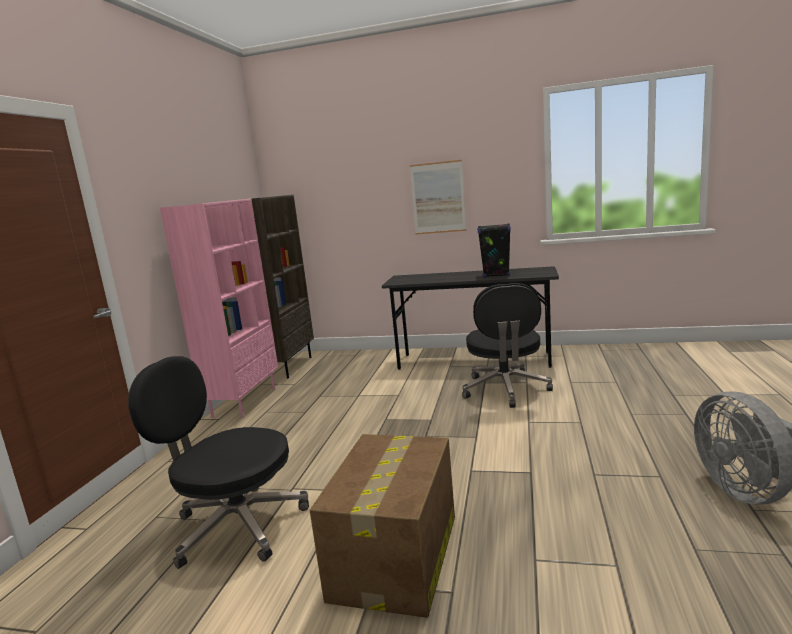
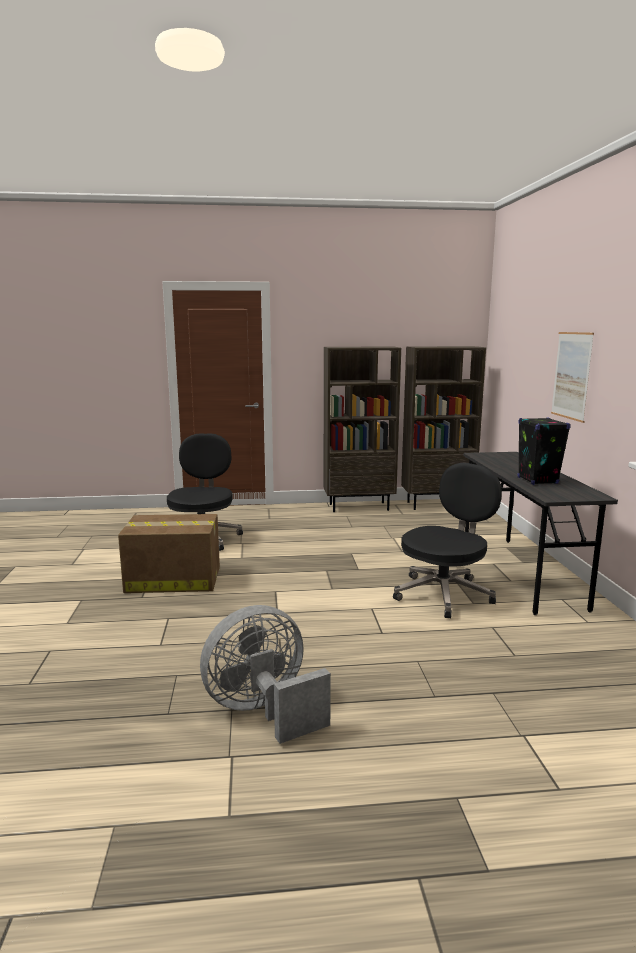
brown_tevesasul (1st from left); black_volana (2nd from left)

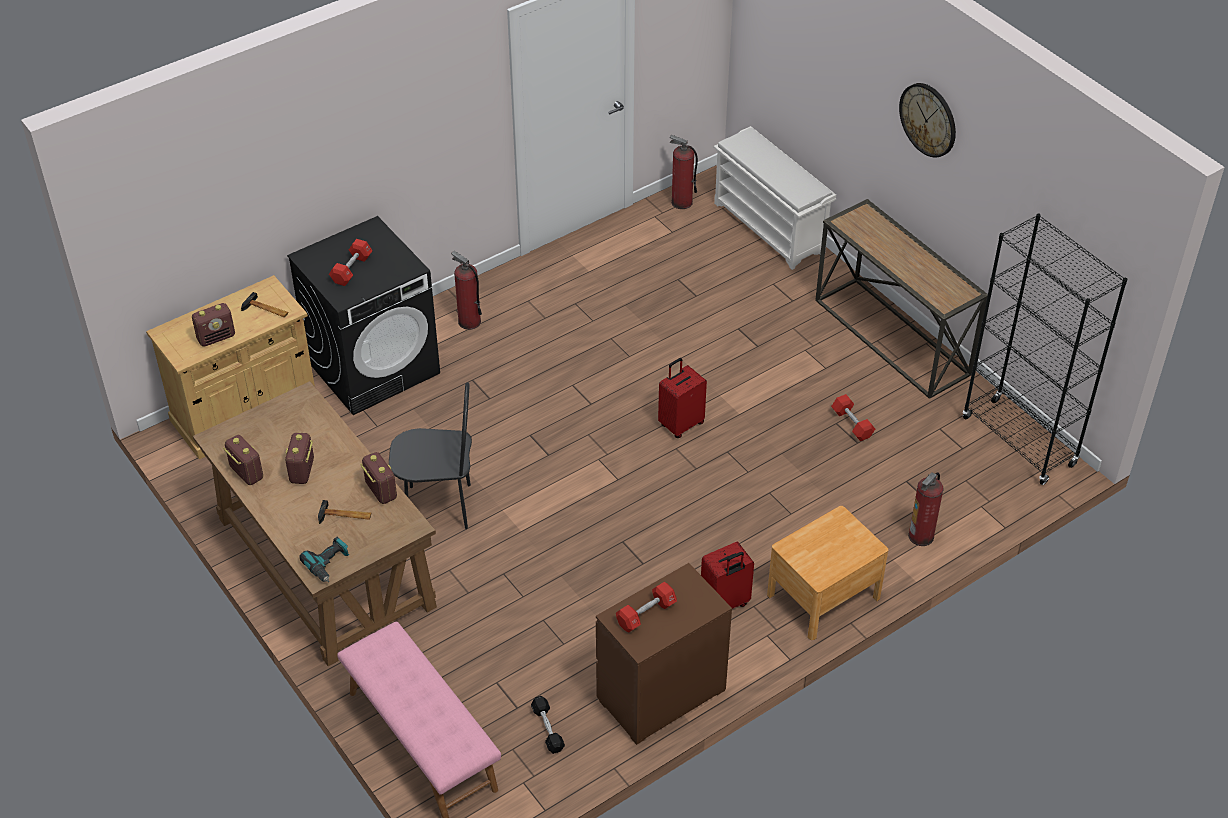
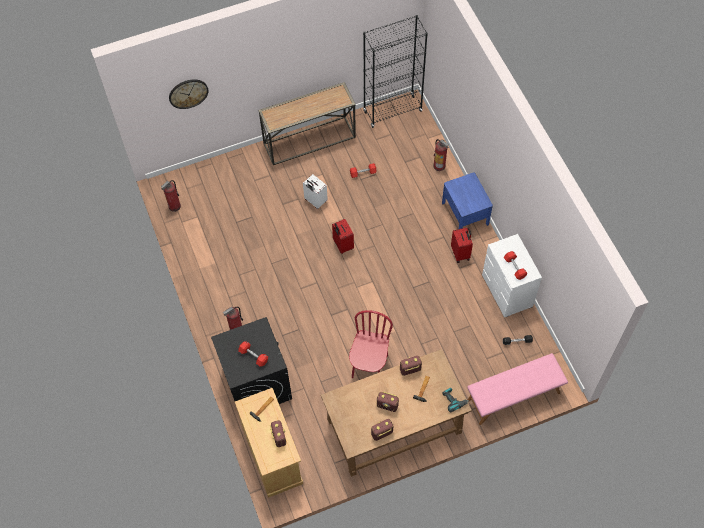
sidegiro; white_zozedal; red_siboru; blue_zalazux; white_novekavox; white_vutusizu

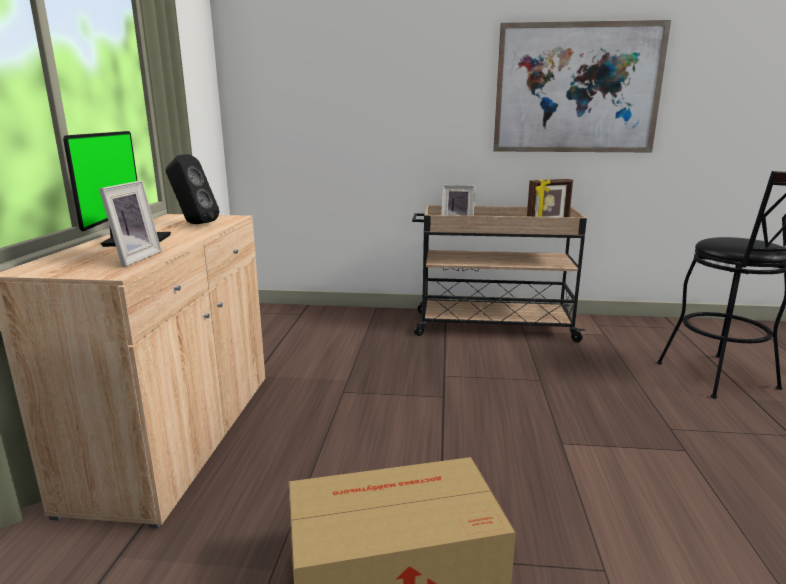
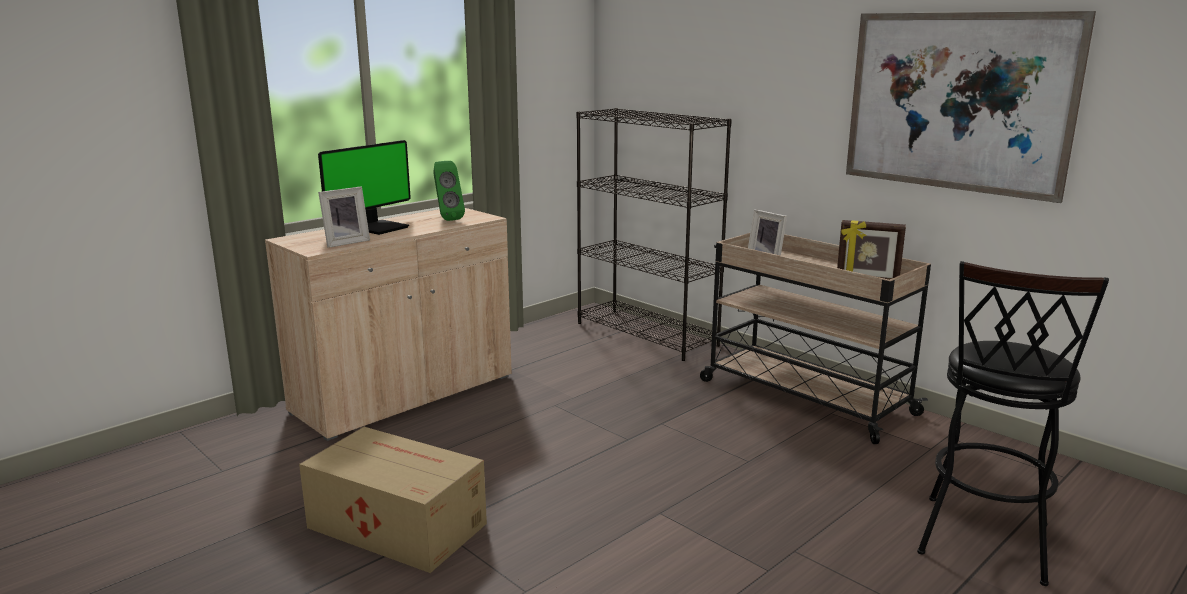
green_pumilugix; black_tevesasul

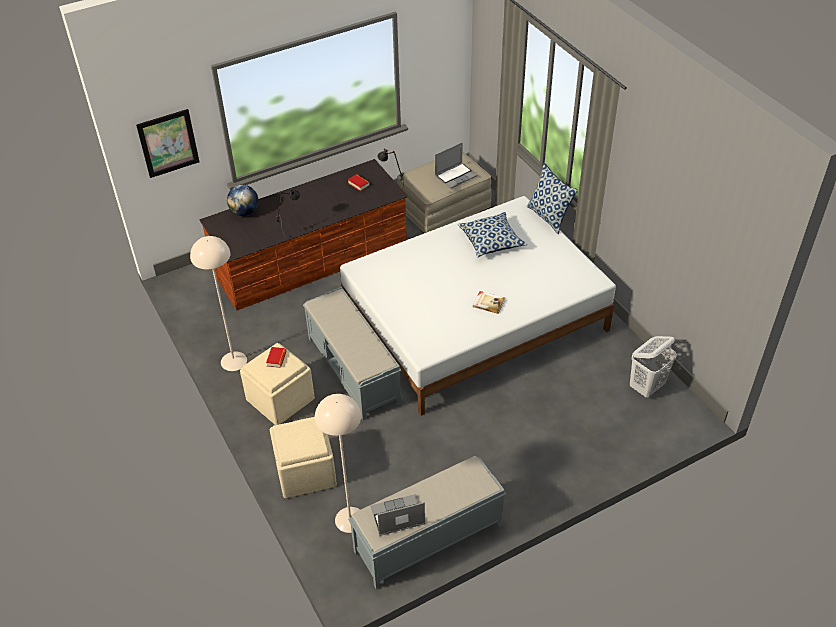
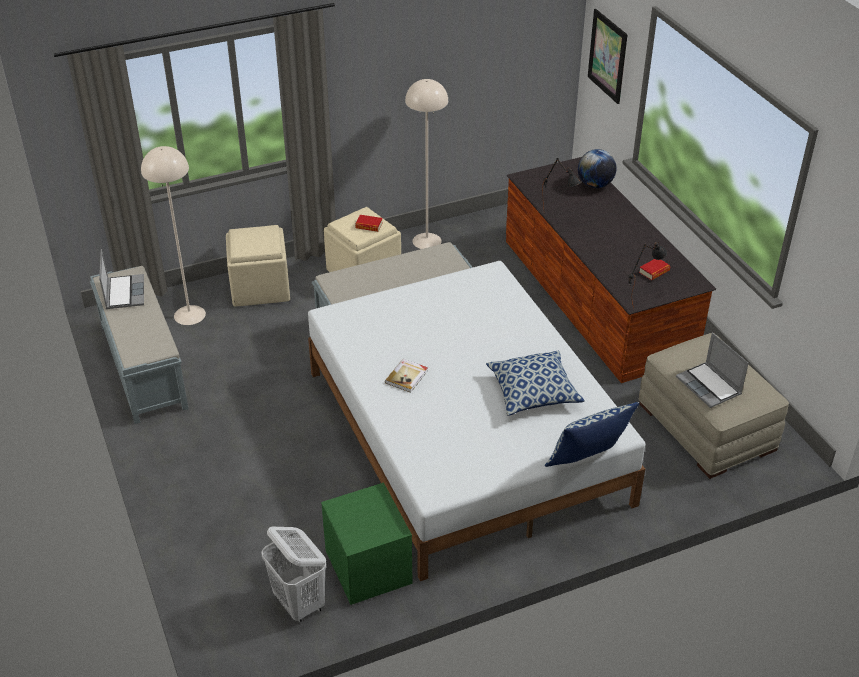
green_zalazux

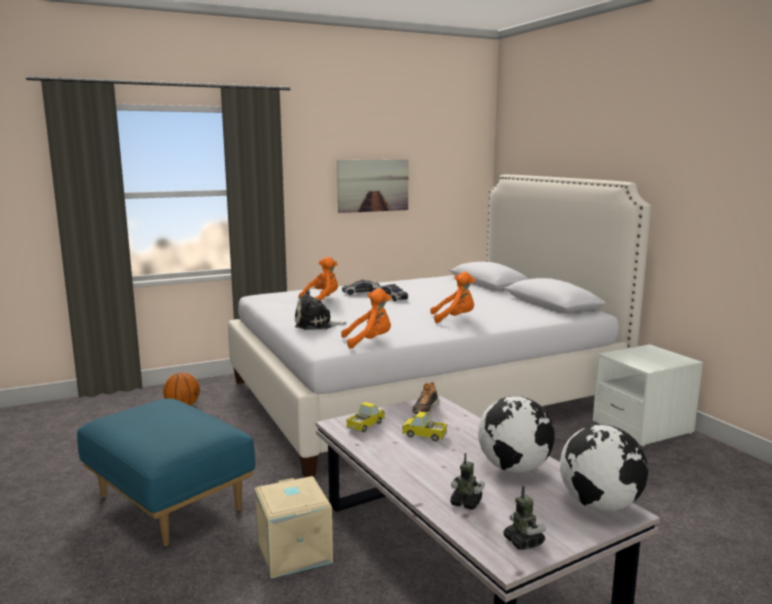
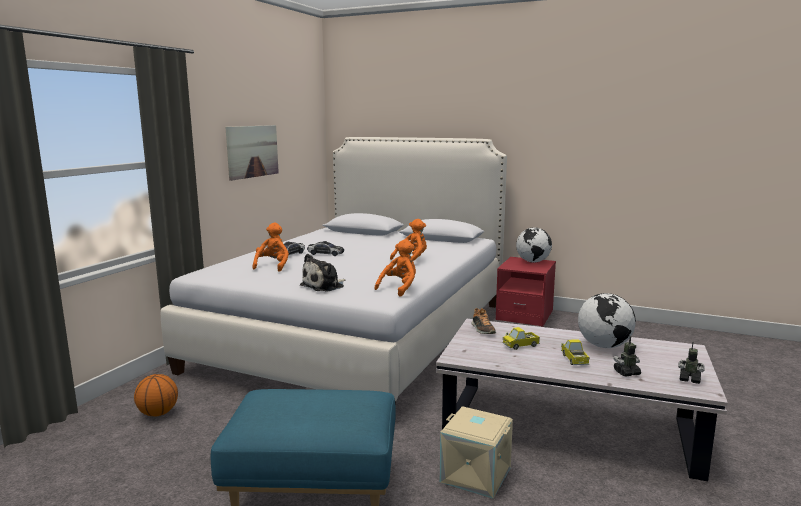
red_zalazux; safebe (1st from left); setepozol (2nd from left)

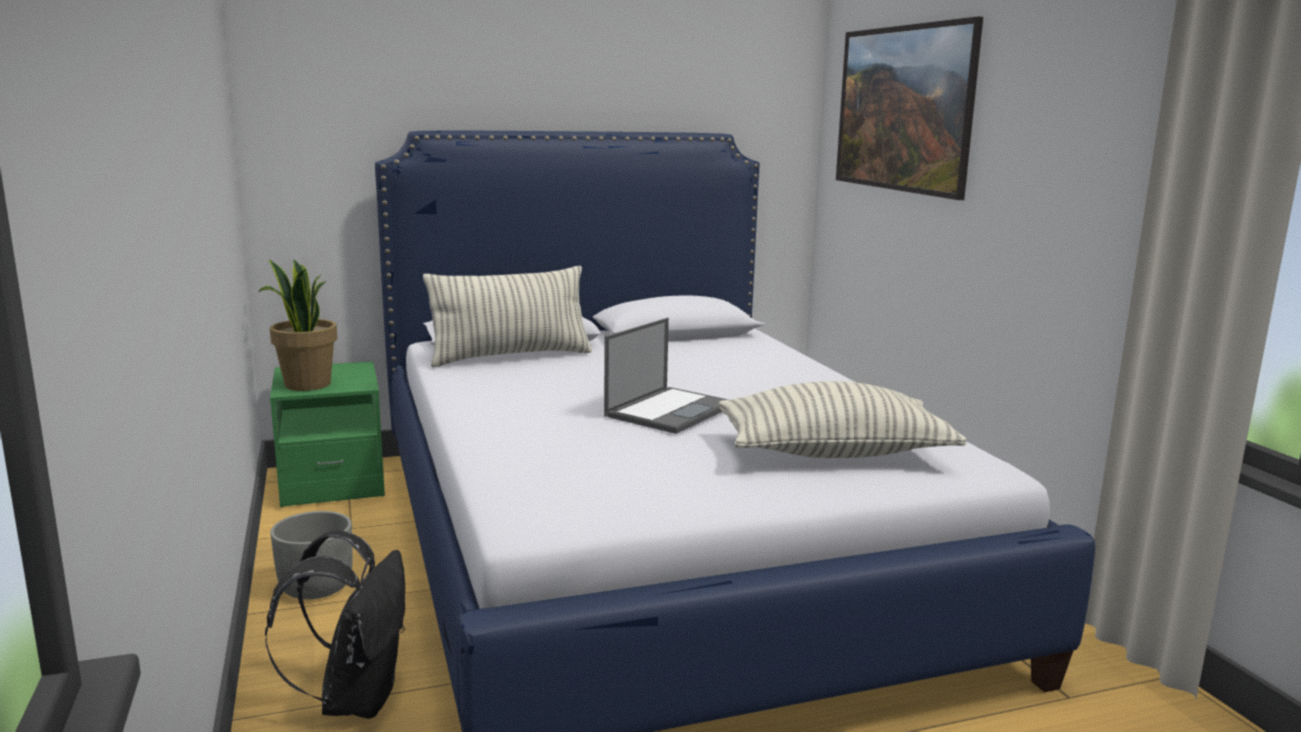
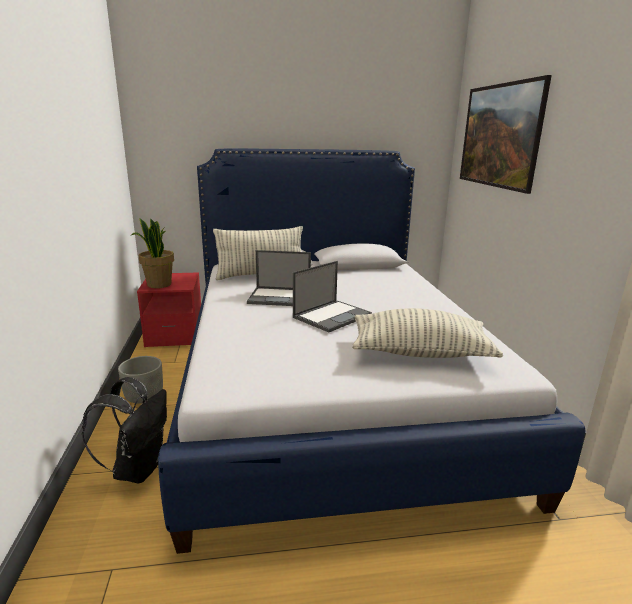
red_zalazux; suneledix (1st from left)

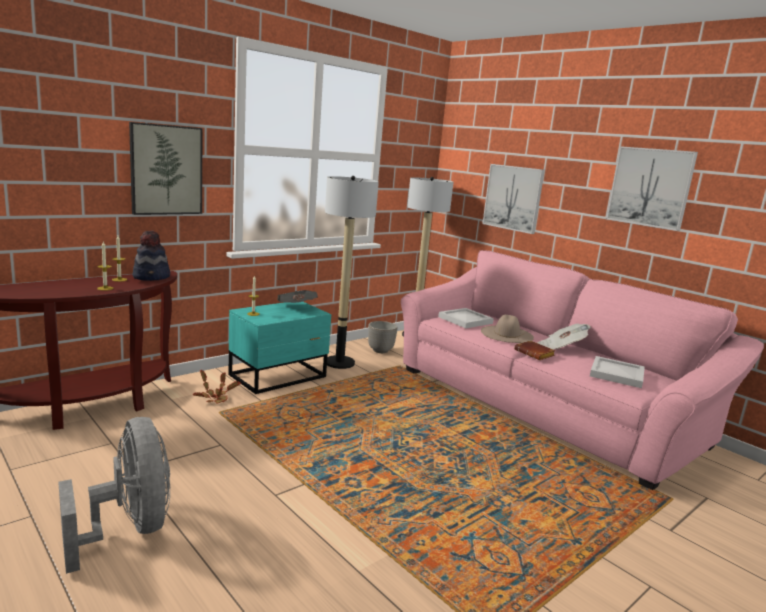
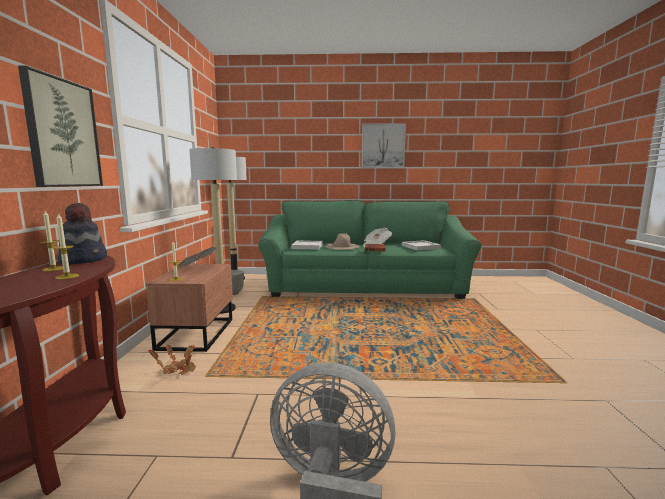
brown_zalazux; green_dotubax; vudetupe (2nd from left in the first image)

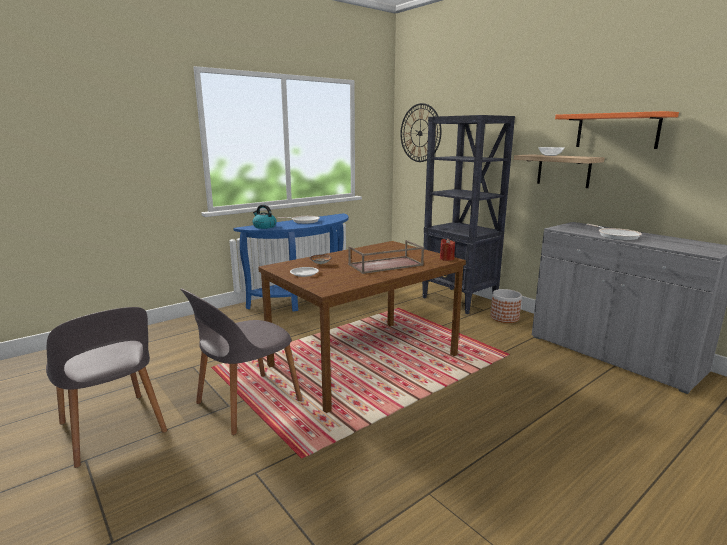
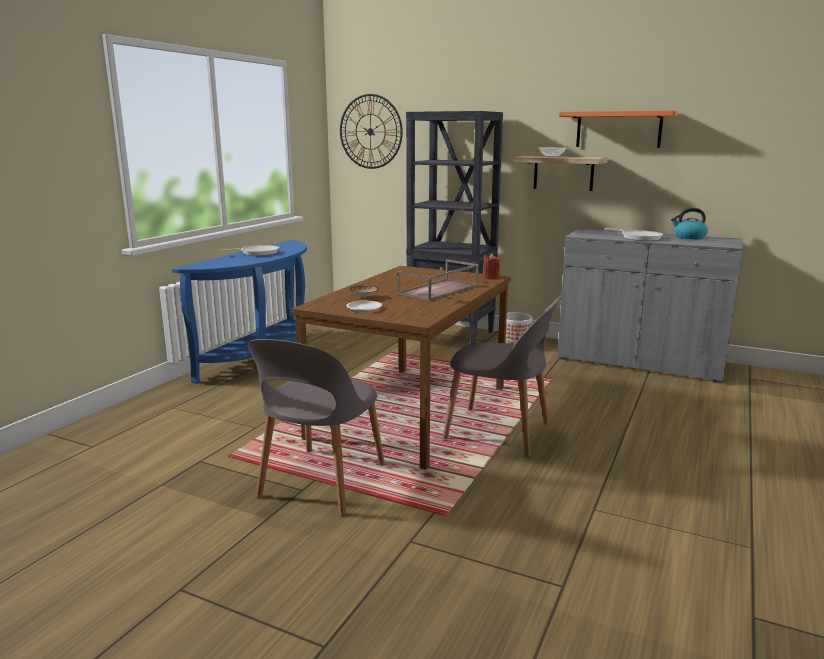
grey_siboru (2nd from left); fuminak

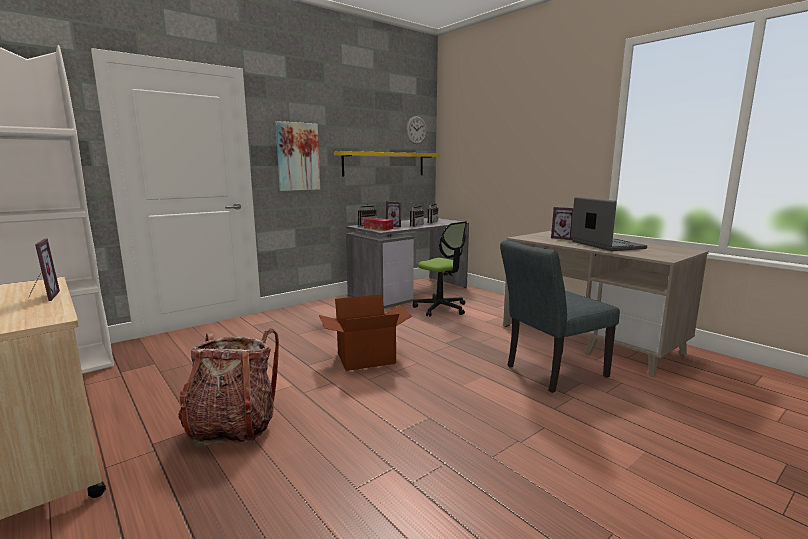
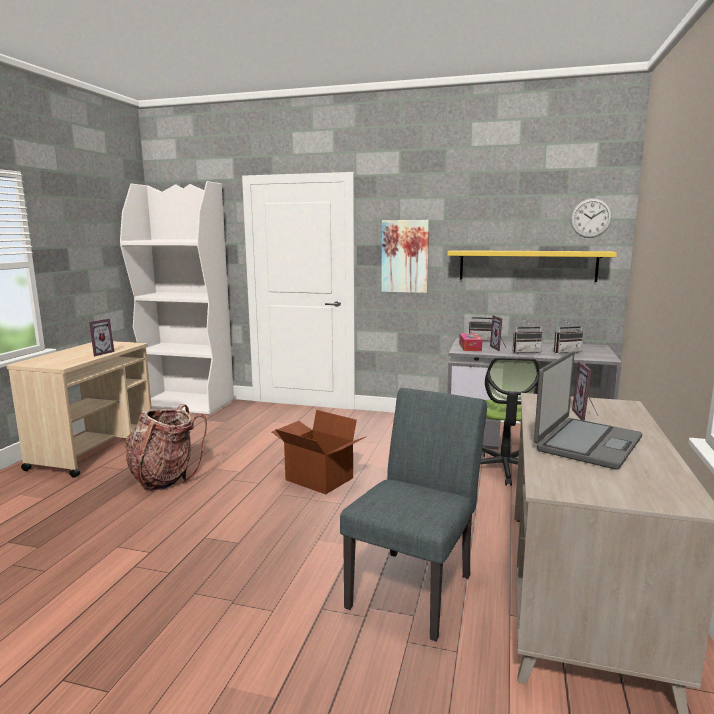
grey_siboru

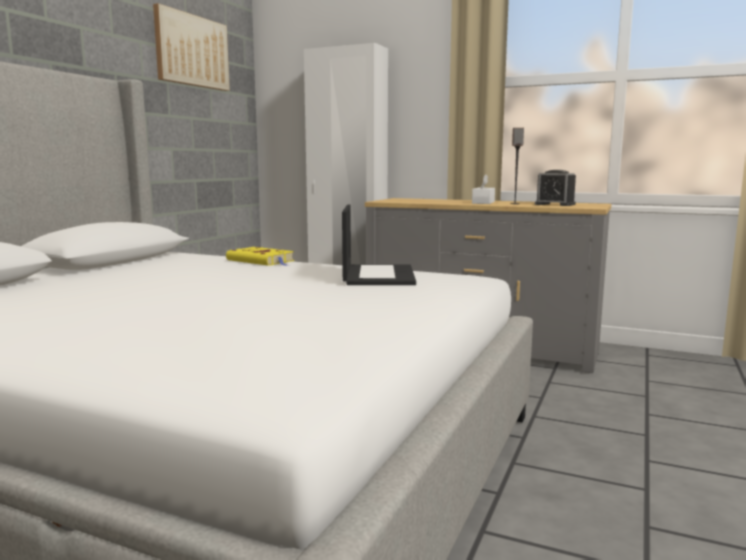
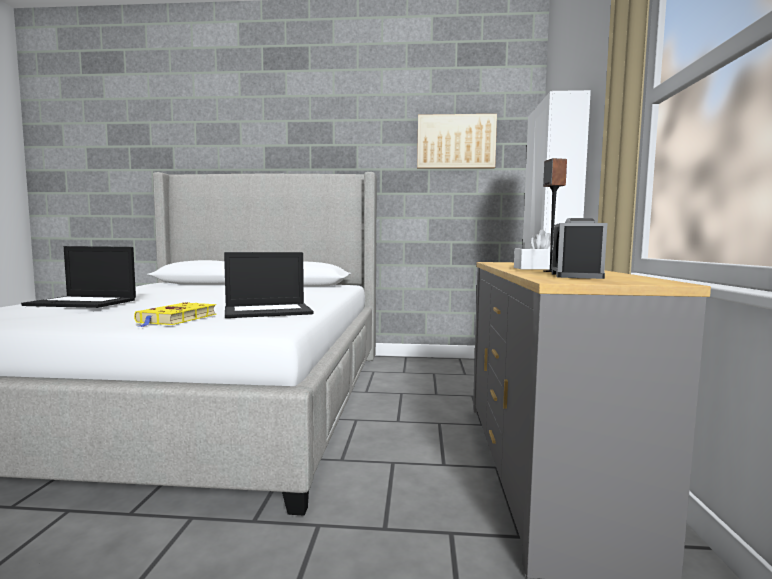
suneledix (1st from left); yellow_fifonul

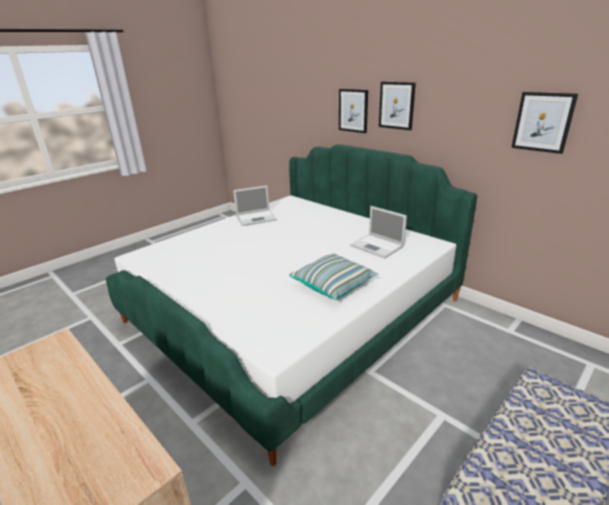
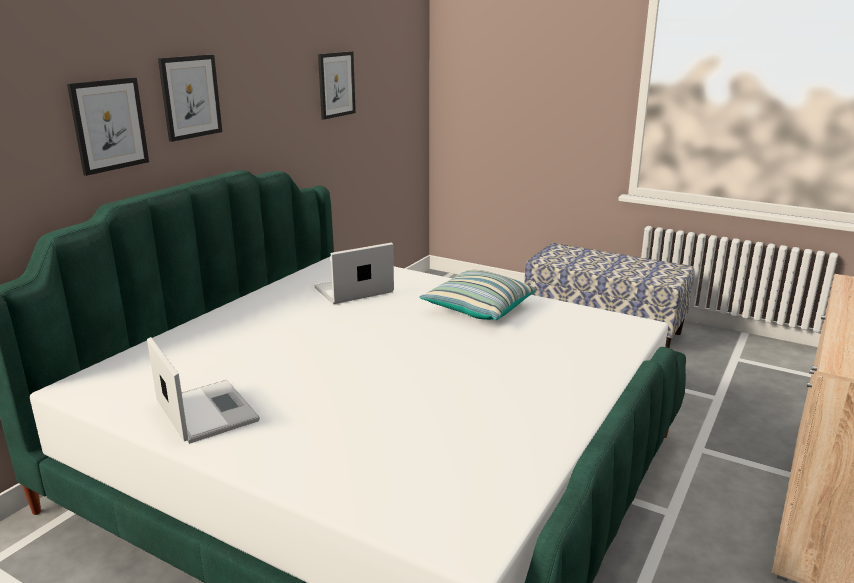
suneledix (2nd from left)

